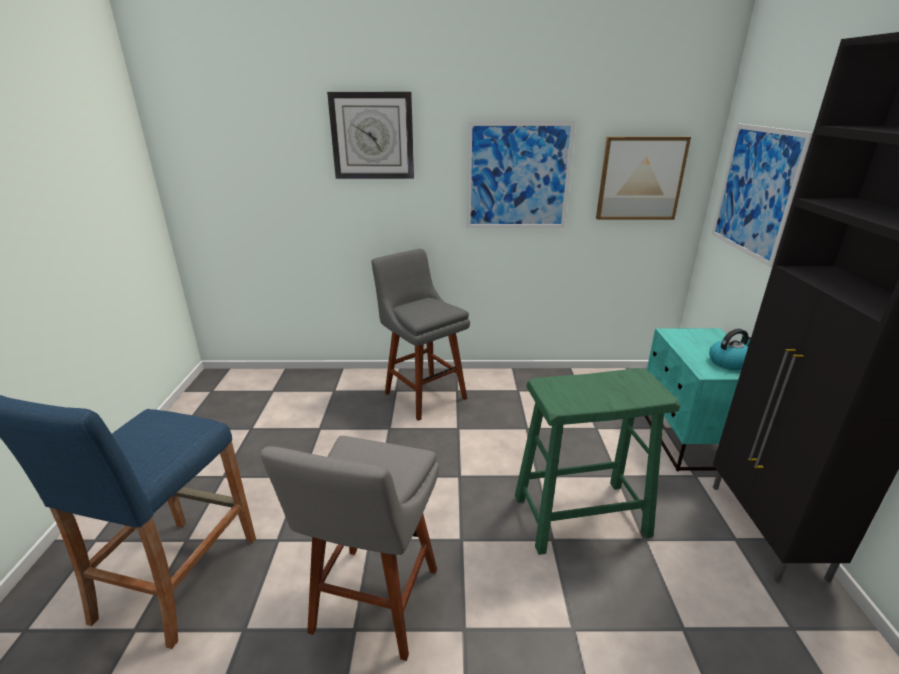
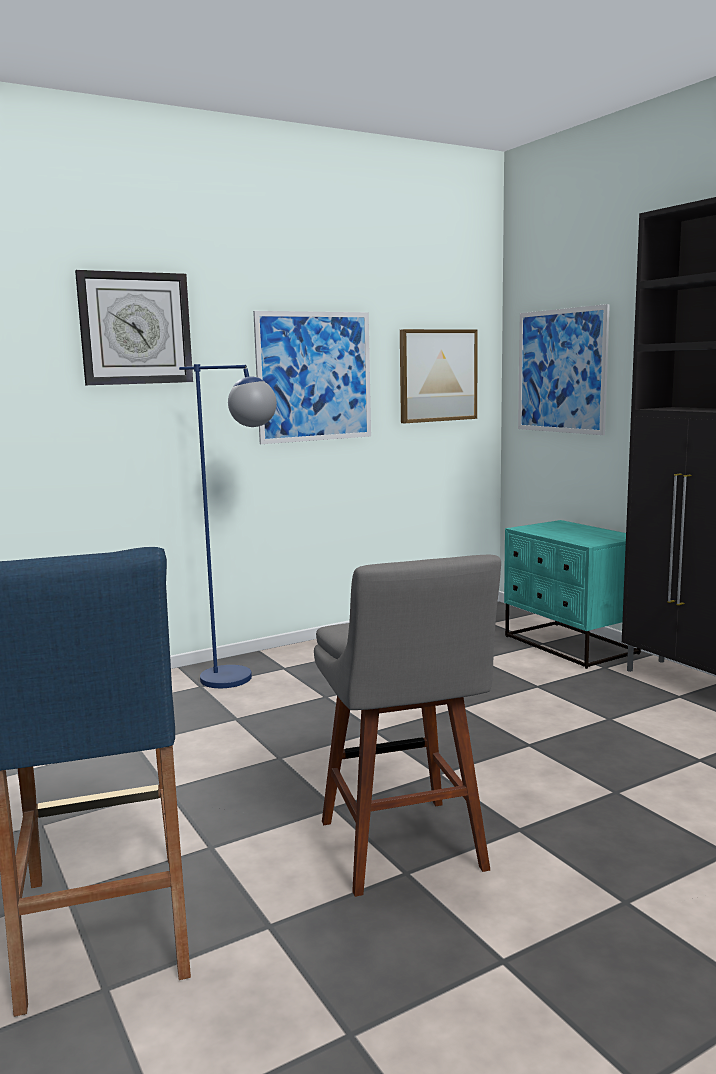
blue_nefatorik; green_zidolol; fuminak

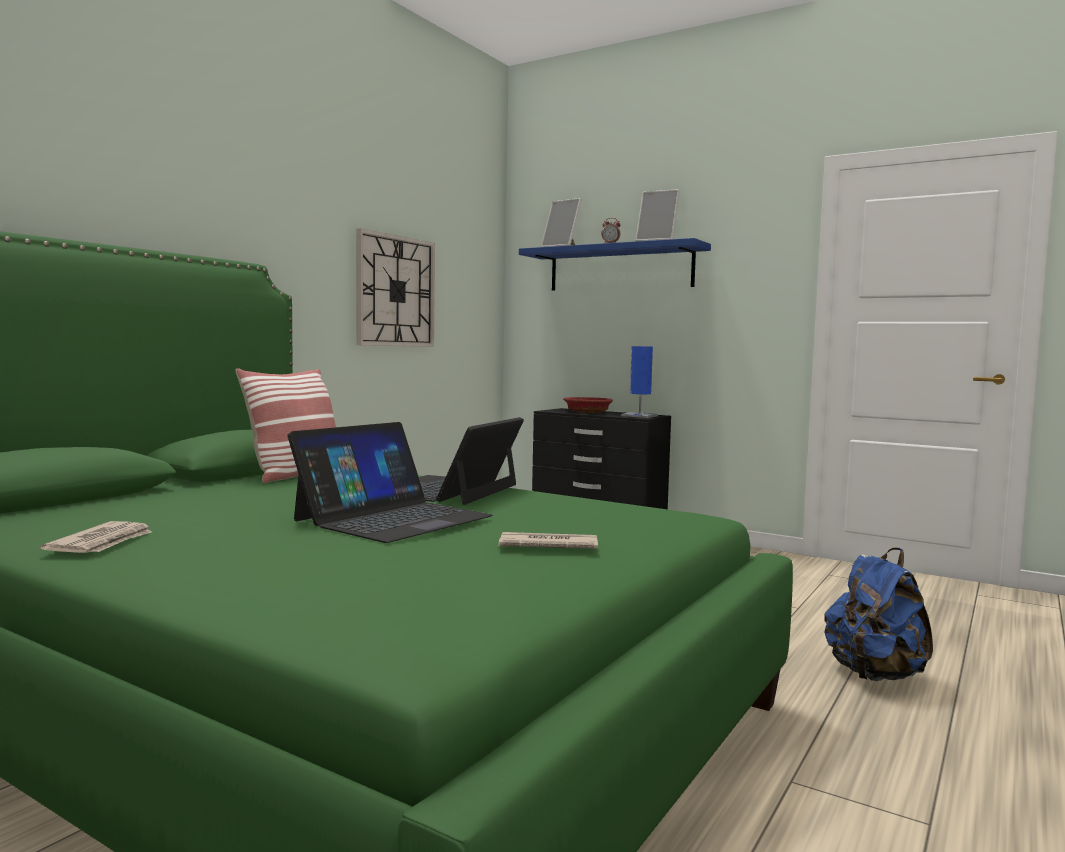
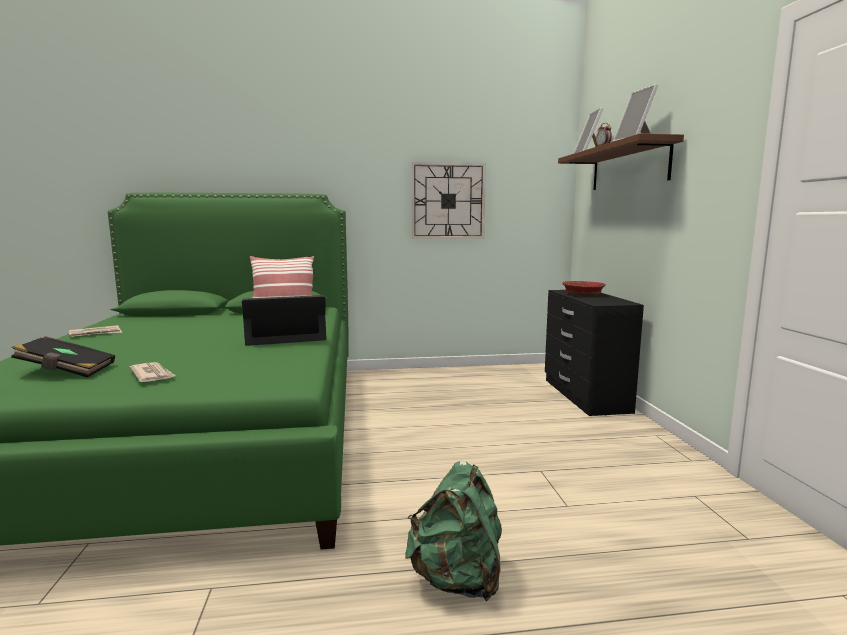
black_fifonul; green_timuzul; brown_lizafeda; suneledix (1st from left in the first image); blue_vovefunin

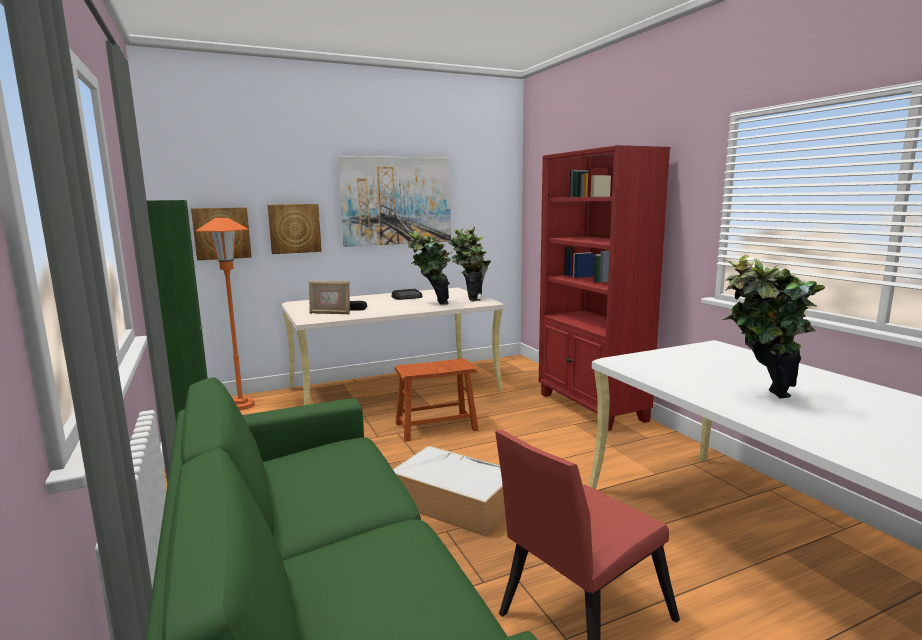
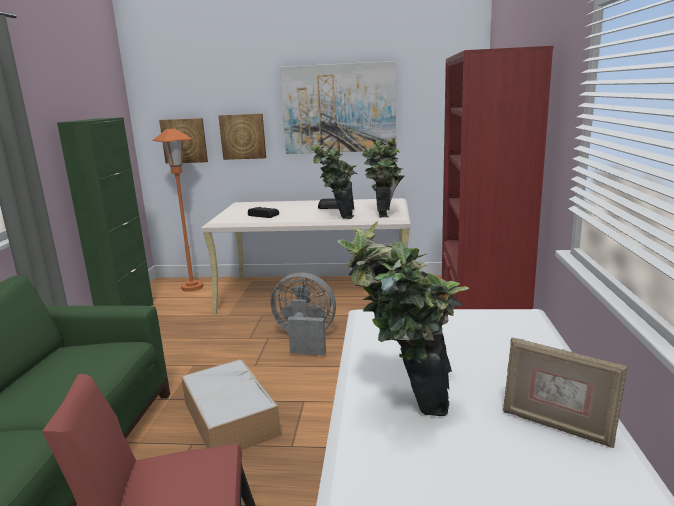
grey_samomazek; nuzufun

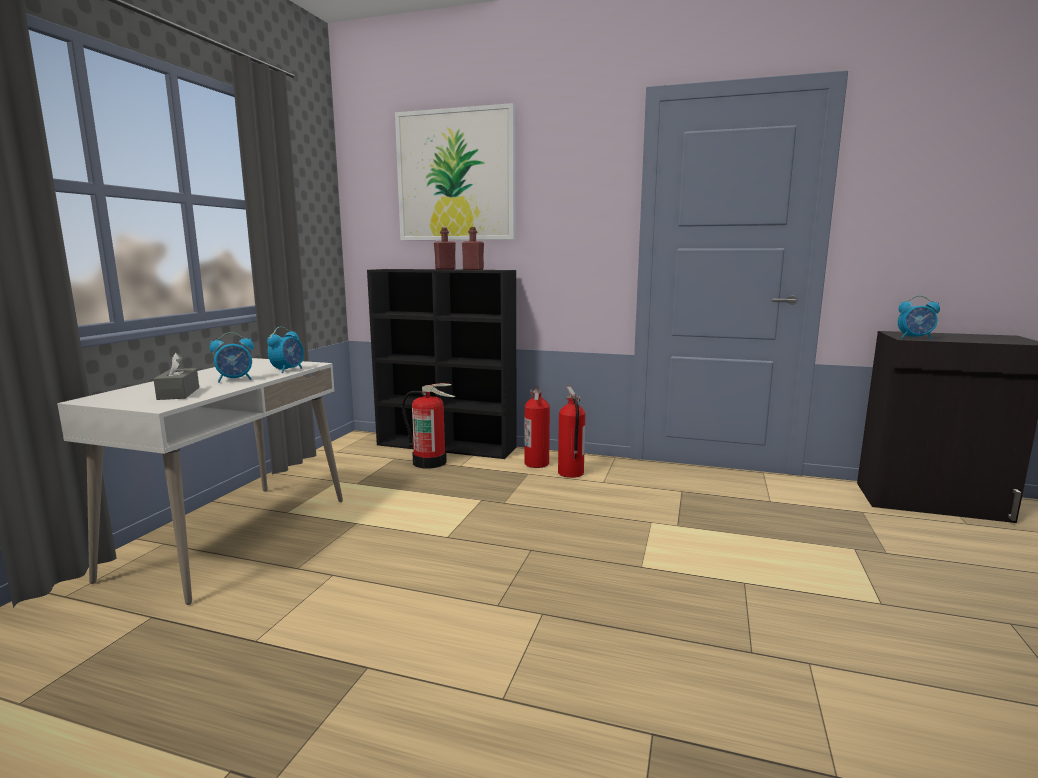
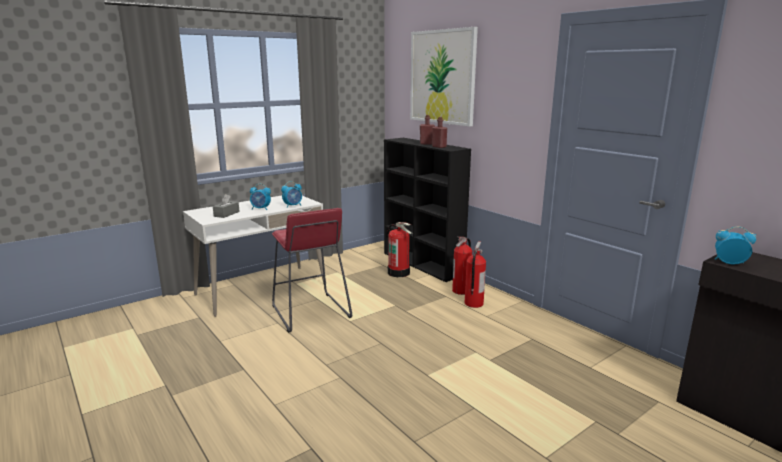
red_zidolol; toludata (3rd from left)

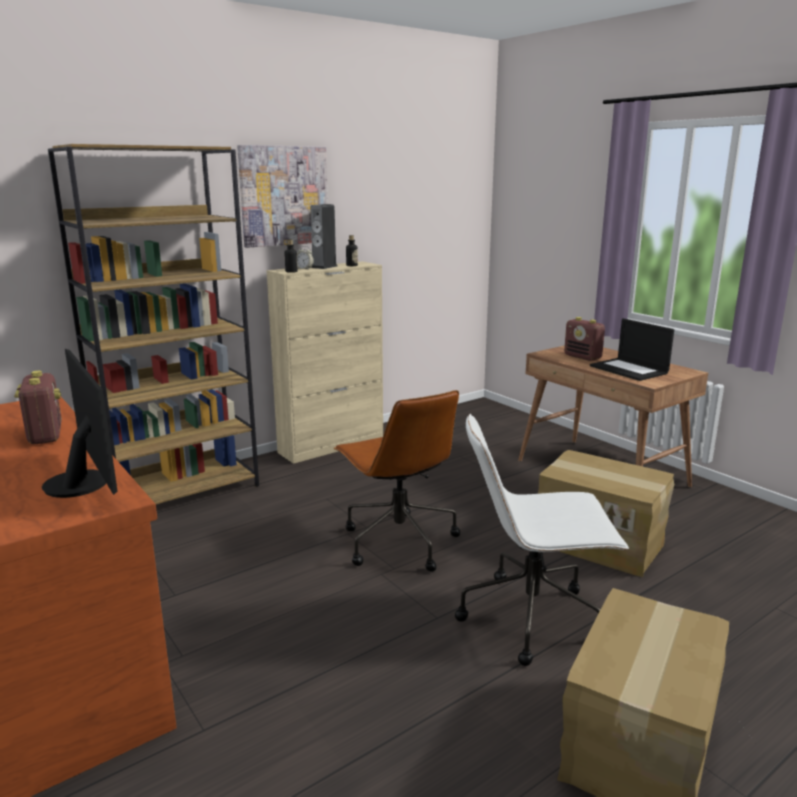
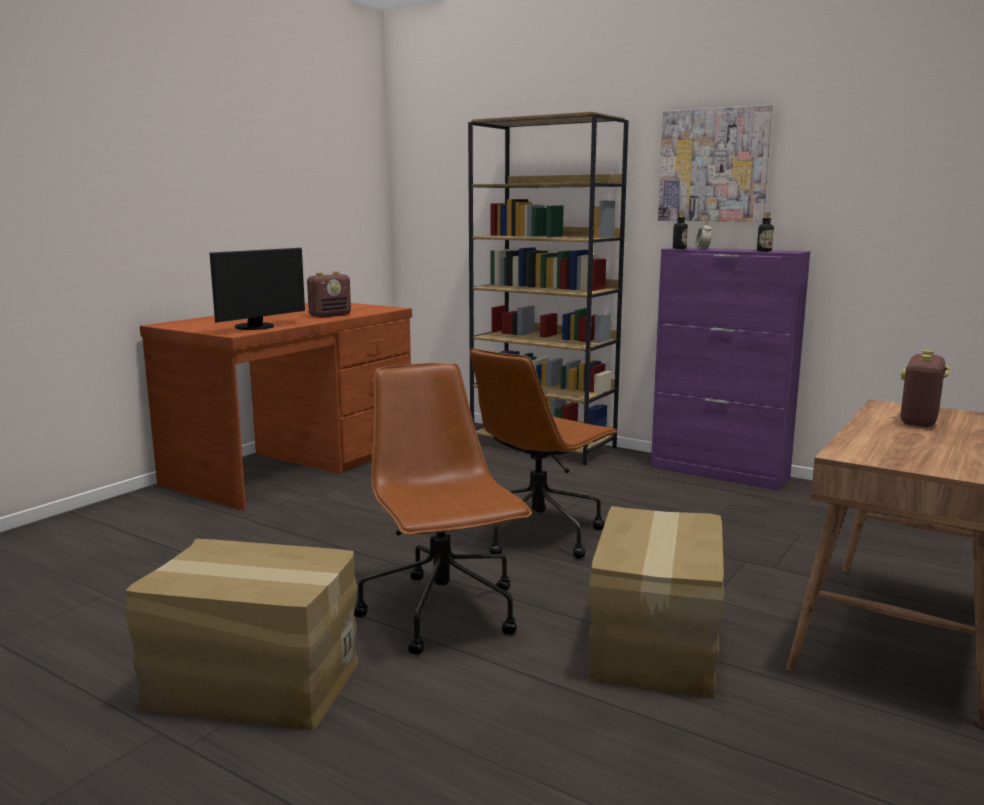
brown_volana (1st from left); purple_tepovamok; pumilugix; suneledix

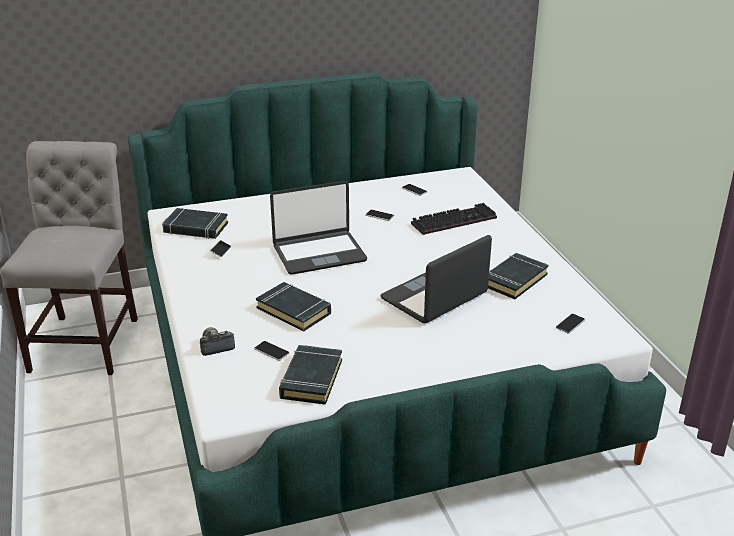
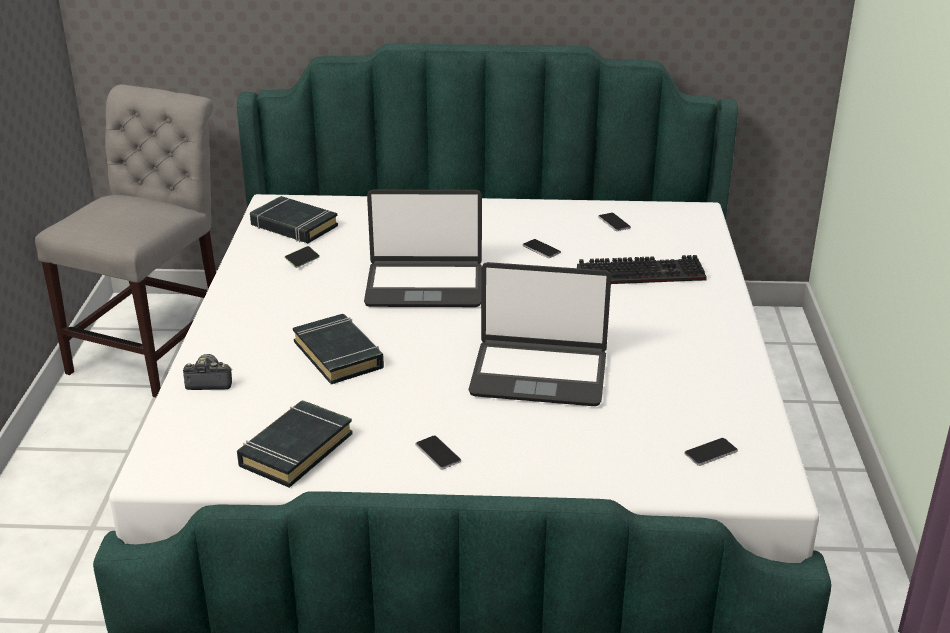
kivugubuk (2nd from left); suneledix (2nd from left); black_fifonul (4th from left in the first image)

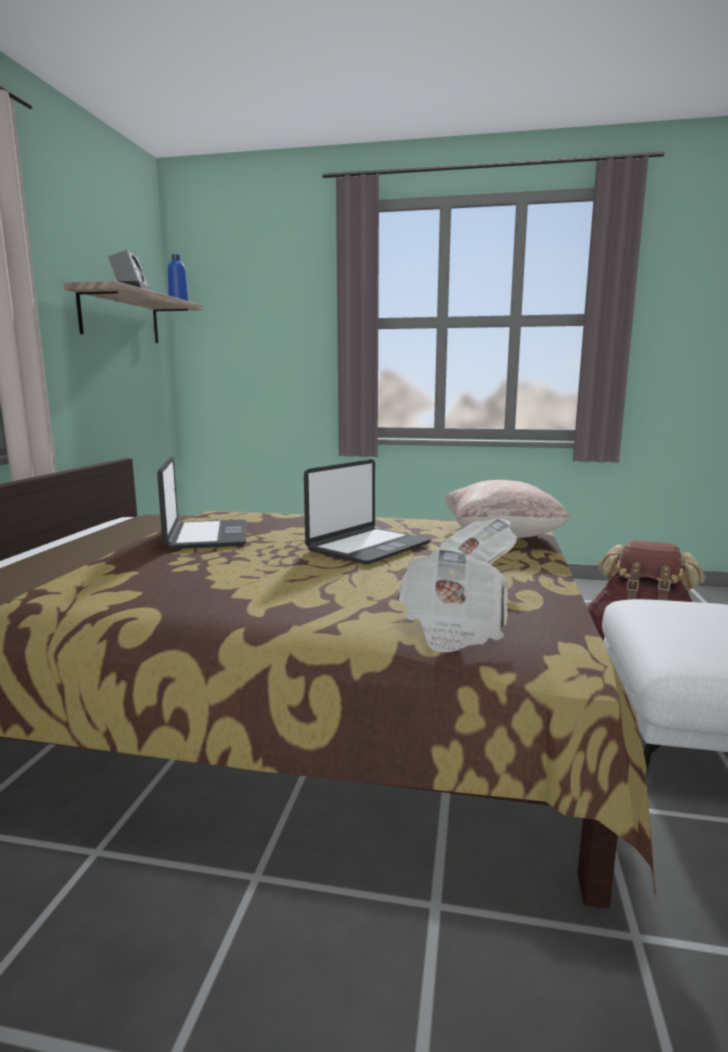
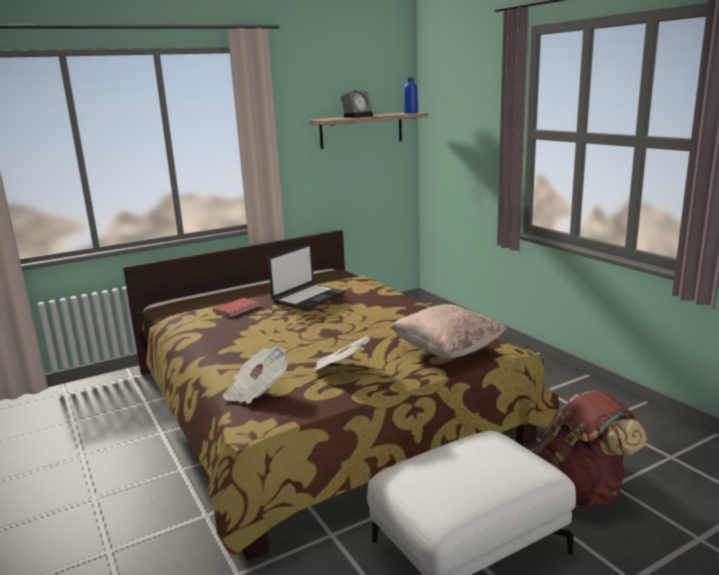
red_fifonul; suneledix (2nd from left in the first image)

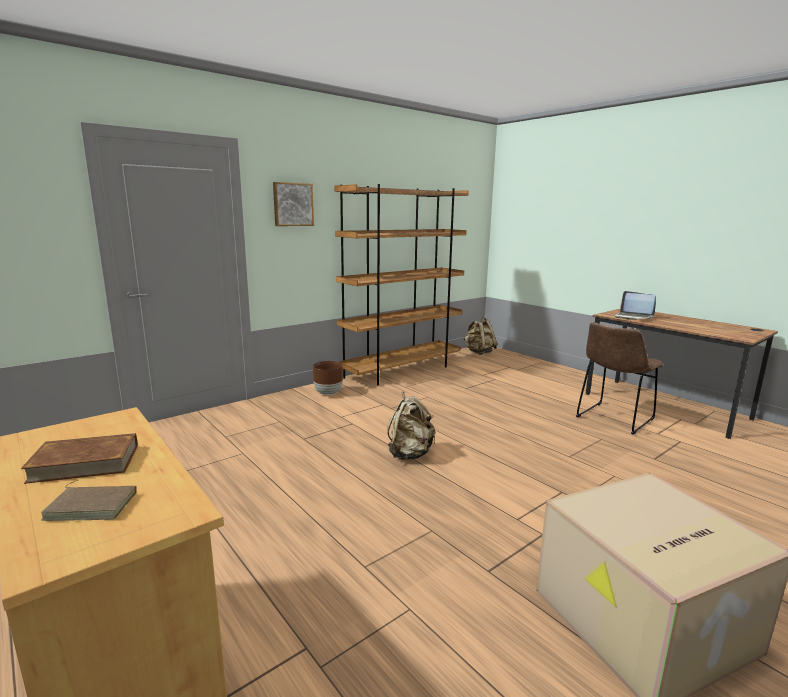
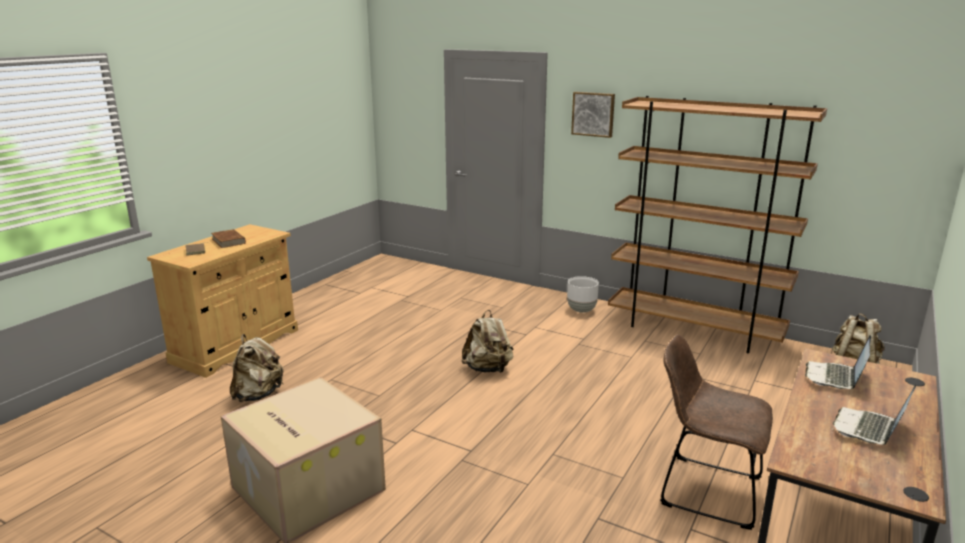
beige_timuzul (1st from left); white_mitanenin; suneledix (2nd from left)

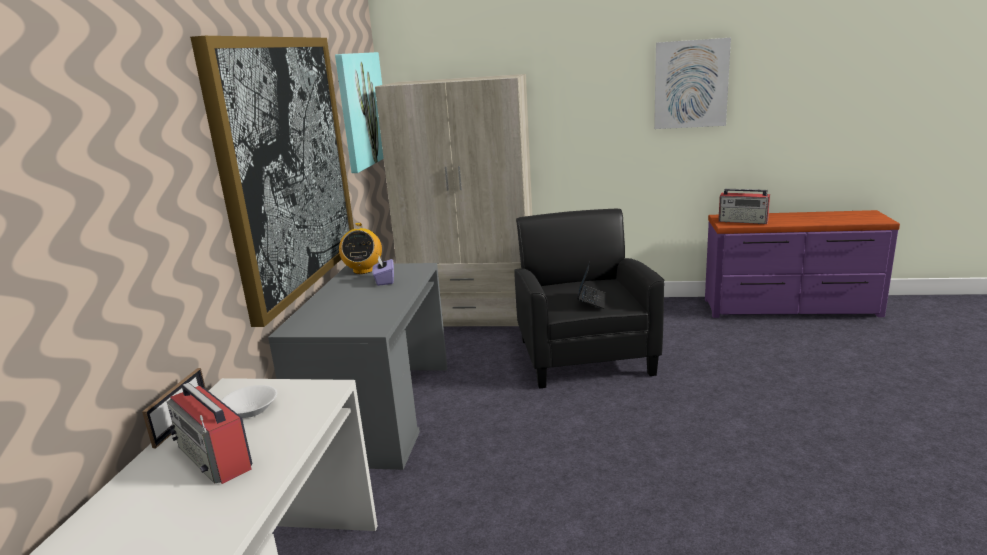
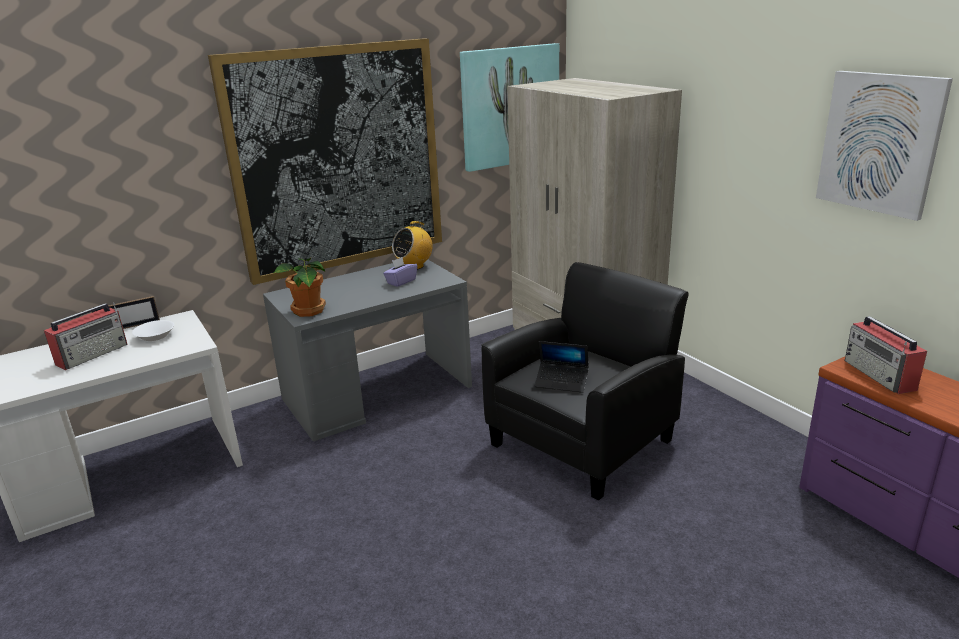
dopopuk (1st from left); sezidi; suneledix

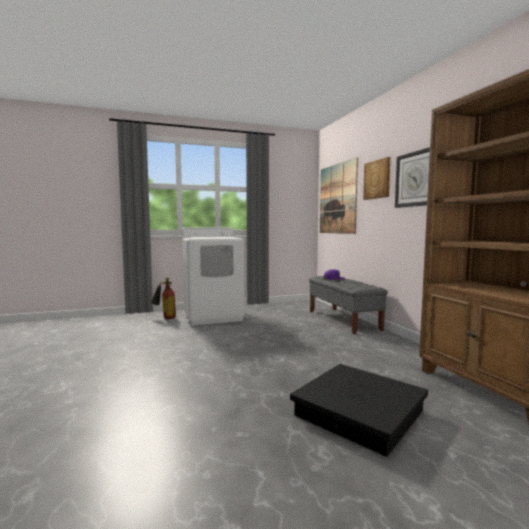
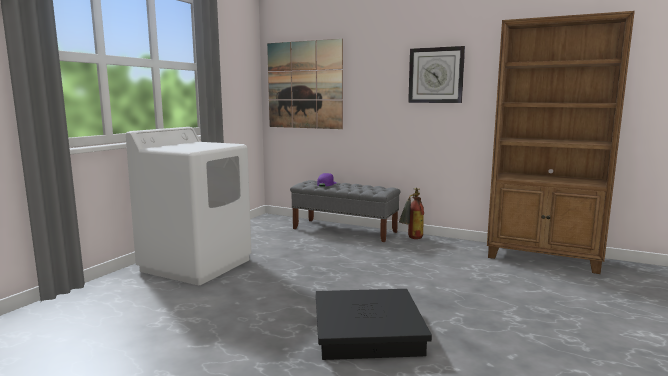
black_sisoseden; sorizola; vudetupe (2nd from left in the first image)

